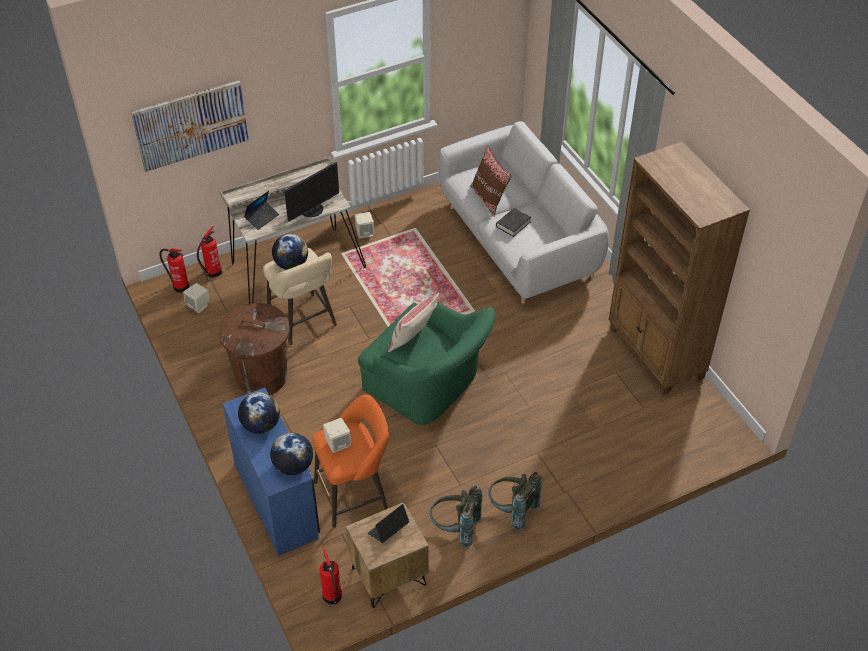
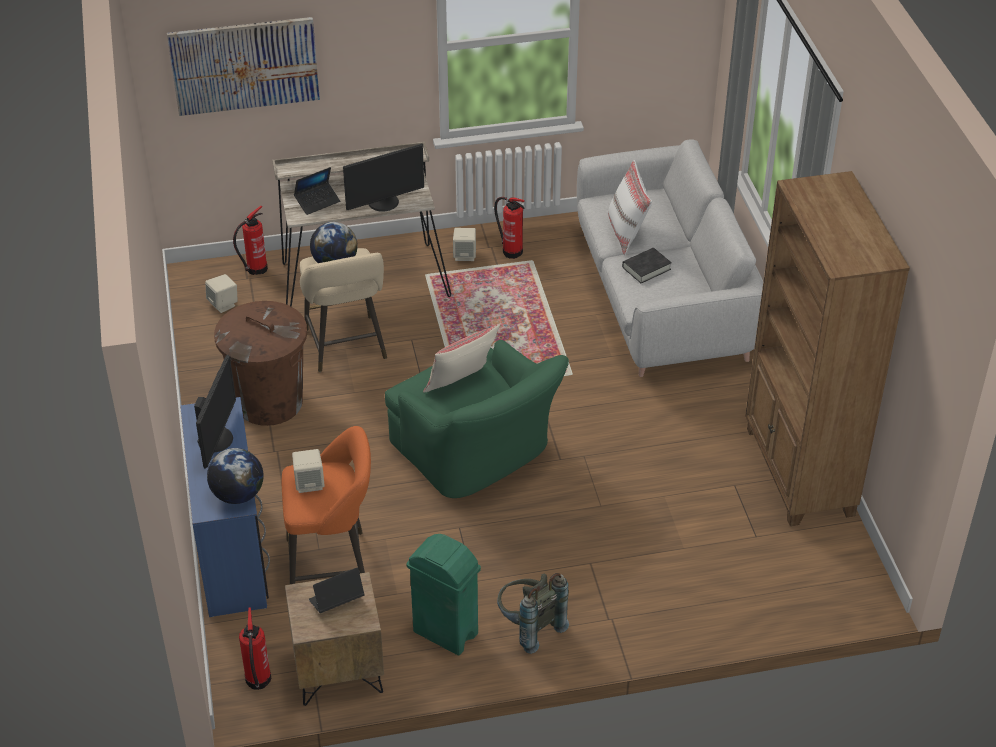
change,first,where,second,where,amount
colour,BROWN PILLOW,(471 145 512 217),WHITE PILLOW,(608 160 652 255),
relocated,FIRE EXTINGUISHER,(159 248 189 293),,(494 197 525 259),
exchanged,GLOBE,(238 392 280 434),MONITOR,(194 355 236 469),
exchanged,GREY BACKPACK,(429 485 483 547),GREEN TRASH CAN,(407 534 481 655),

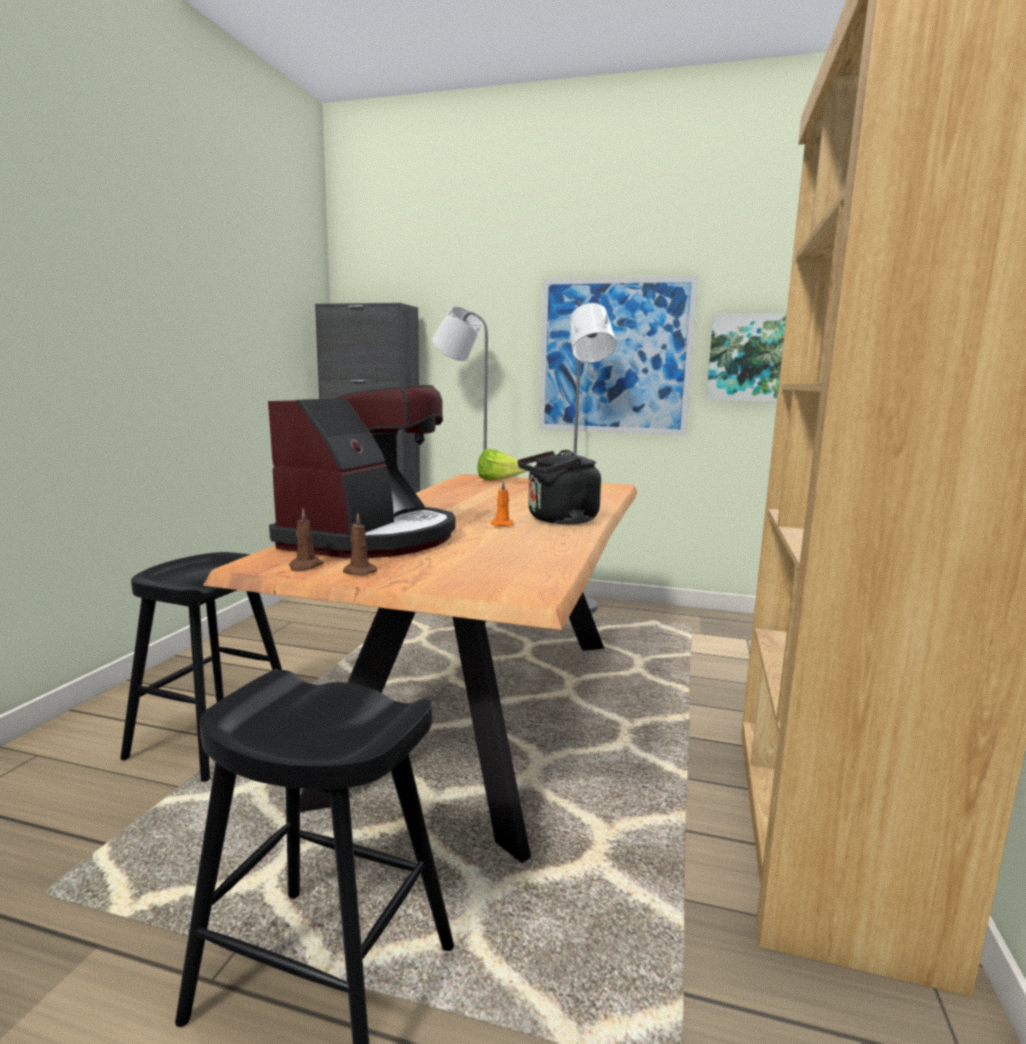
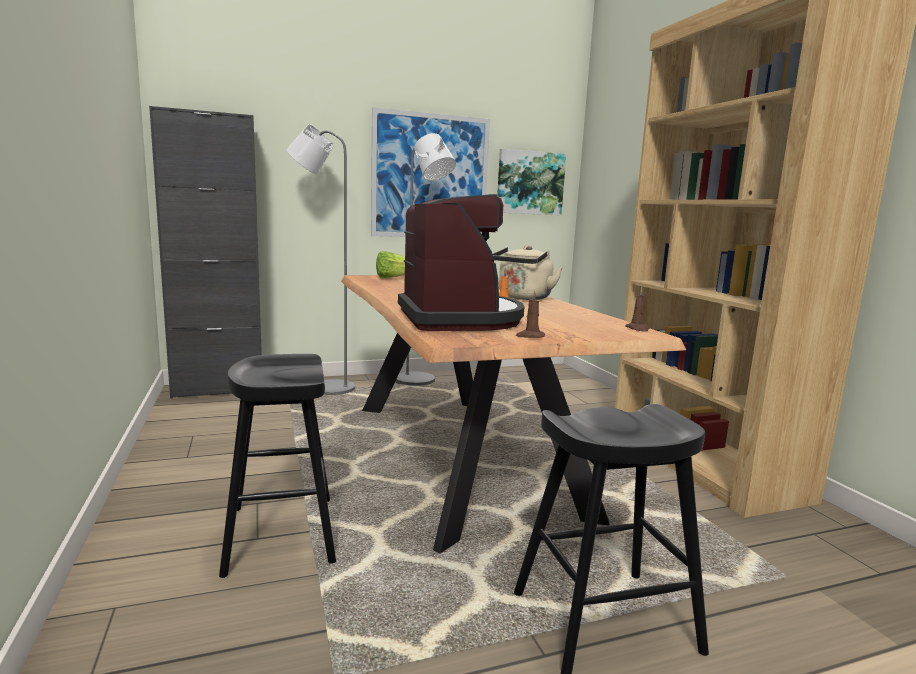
change,first,where,second,where,amount
colour,BLACK KETTLE,(517 450 601 524),BEIGE KETTLE,(493 246 562 300),
relocated,BROWN CANDLE,(289 508 324 572),,(625 288 649 332),

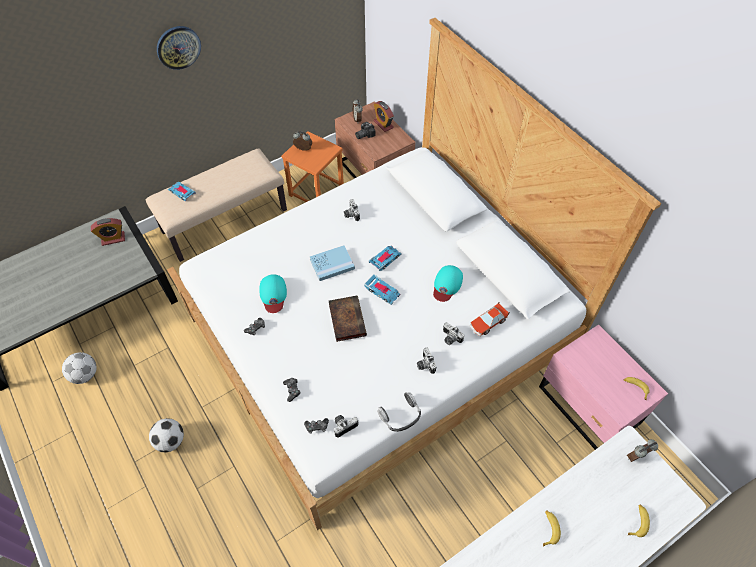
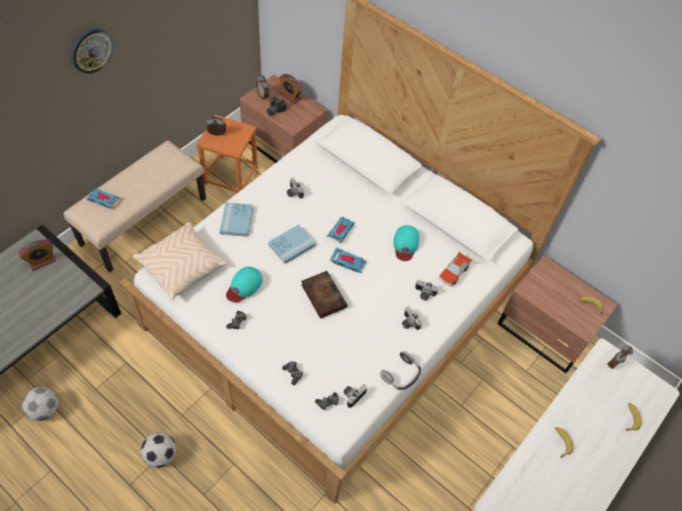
change,first,where,second,where,amount
spun,TURQUOISE CAP,(259 274 287 313),,(226 267 263 302),60 degrees clockwise
colour,PINK NIGHTSTAND,(539 324 668 450),BROWN NIGHTSTAND,(498 255 618 373),
appeared,,,BLUE BOOK,(220 202 253 237),
appeared,,,BEIGE PILLOW,(132 222 227 300),

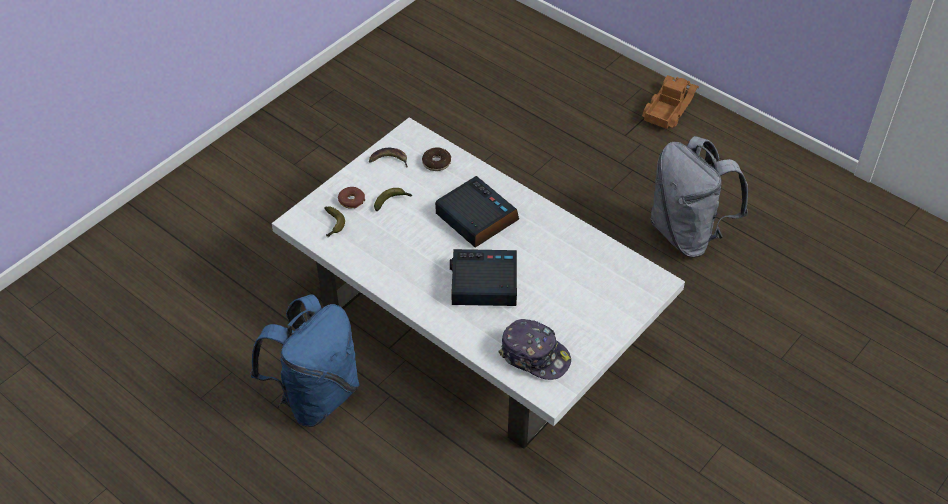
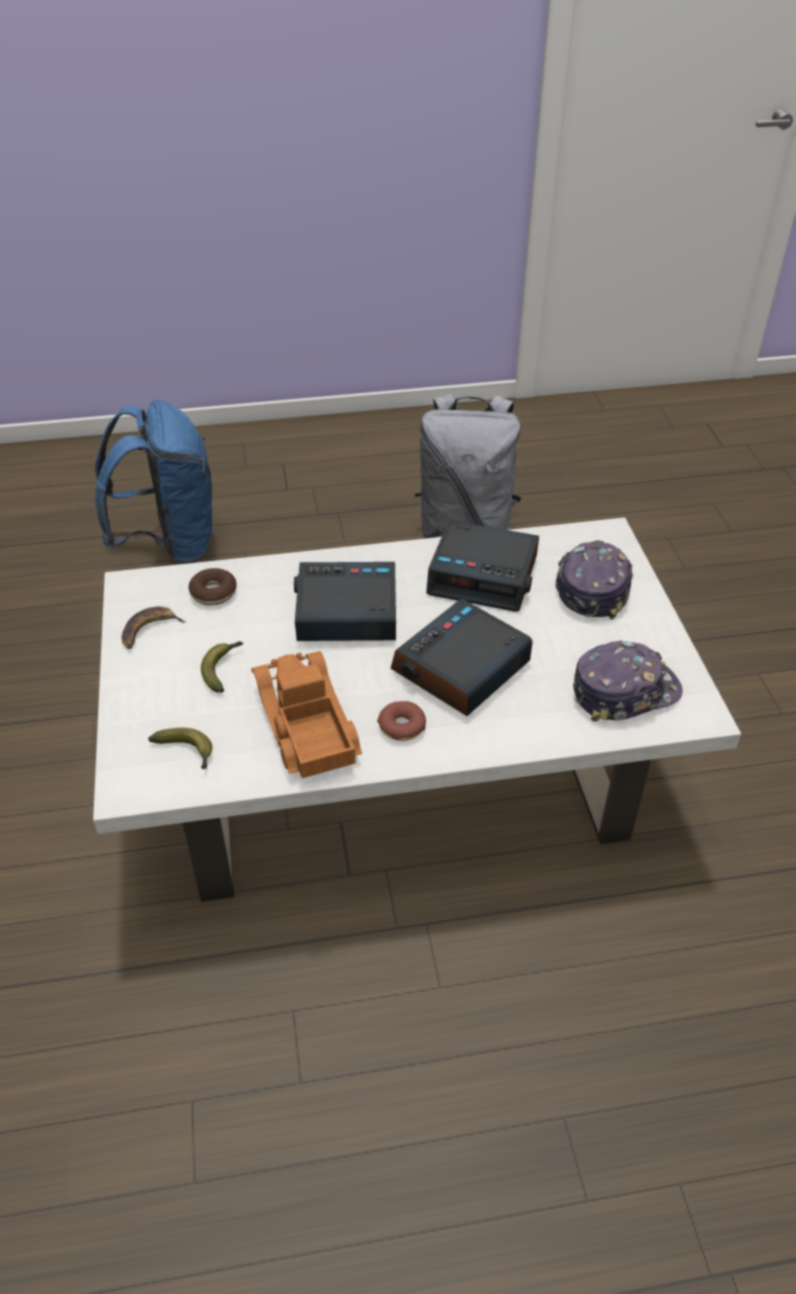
change,first,where,second,where,amount
relocated,TOY TRUCK,(642 75 699 129),,(252 651 362 778),
relocated,DONUT,(338 187 365 208),,(377 701 426 741),
relocated,BLUE BACKPACK,(250 294 360 427),,(95 400 215 565),
appeared,,,ALARM CLOCK,(426 520 539 612),
appeared,,,CAP,(555 540 633 620),

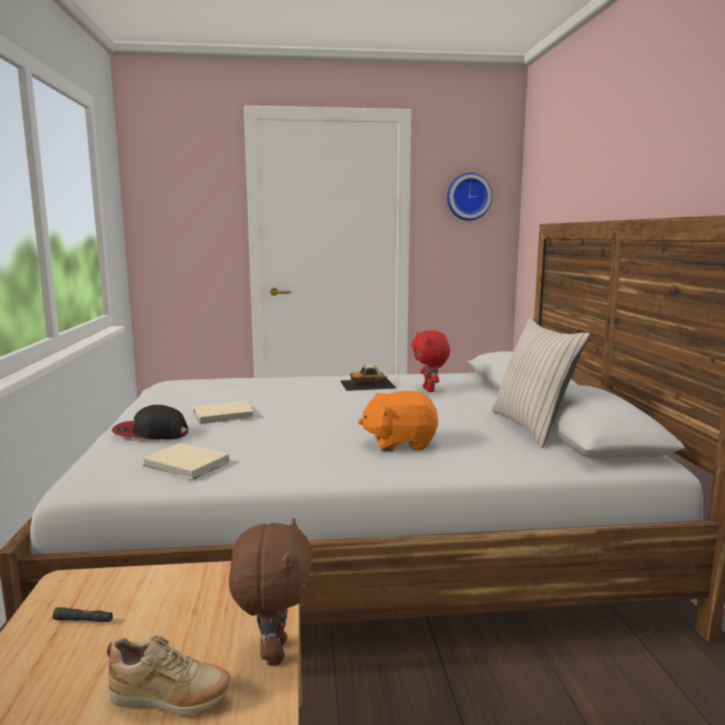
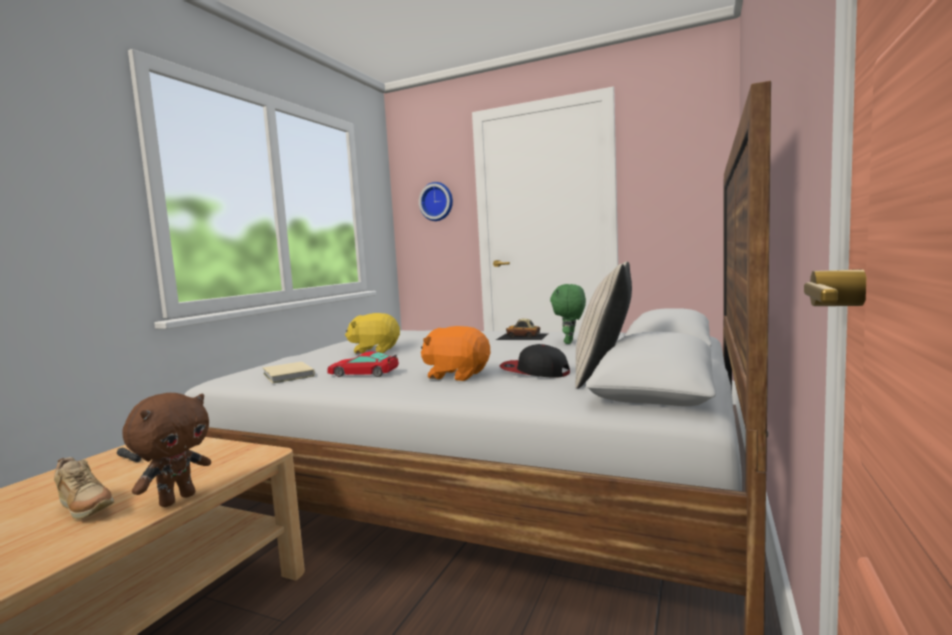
change,first,where,second,where,amount
relocated,WALL CLOCK,(447 173 492 221),,(419 182 453 221),
colour,RED PLUSH TOY,(412 330 450 392),GREEN PLUSH TOY,(550 284 586 344),
exchanged,BEIGE BOOK,(194 401 254 424),YELLOW PLUSH TOY,(345 313 400 354),
relocated,CAP,(111 405 188 440),,(499 344 570 378),
appeared,,,TOY CAR,(328 352 399 377),

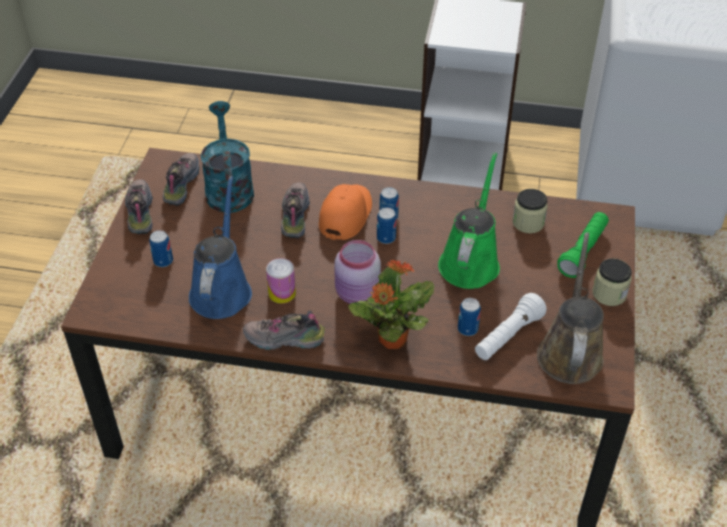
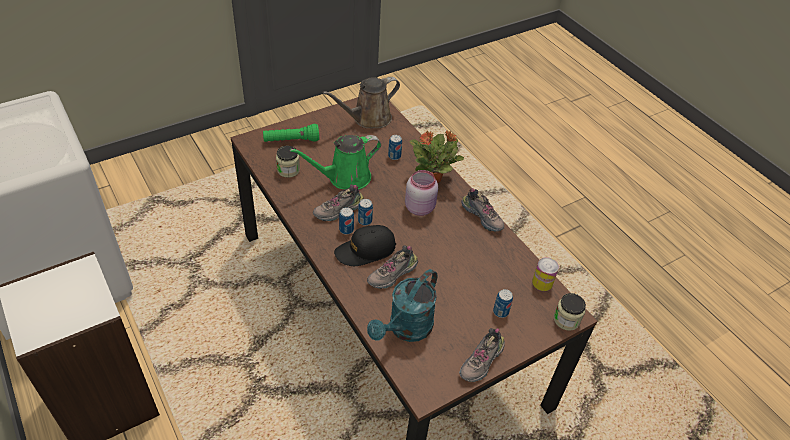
change,first,where,second,where,amount
relocated,SHOE,(163 153 199 206),,(313 184 364 221),
missing,BLUE WATERING CAN,(189 176 252 319),,,
colour,ORANGE CAP,(319 184 372 240),BLACK CAP,(334 225 396 266),
relocated,CAN,(266 258 296 304),,(532 257 559 291),
relocated,JAR,(592 258 632 306),,(553 293 586 331),
missing,WHITE FLASHLIGHT,(475 293 547 360),,,

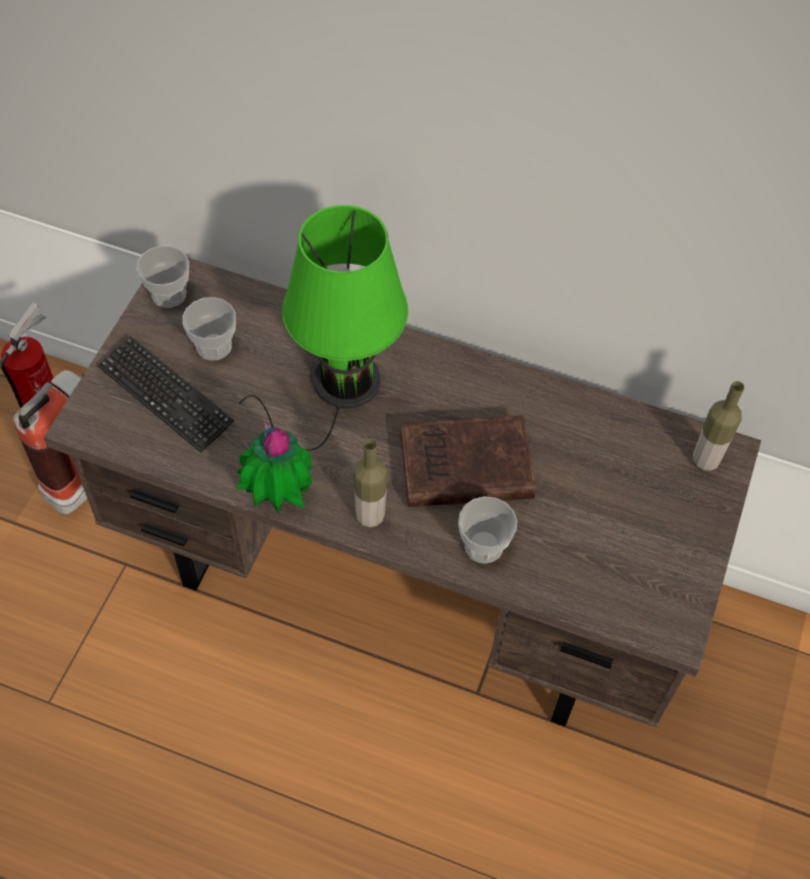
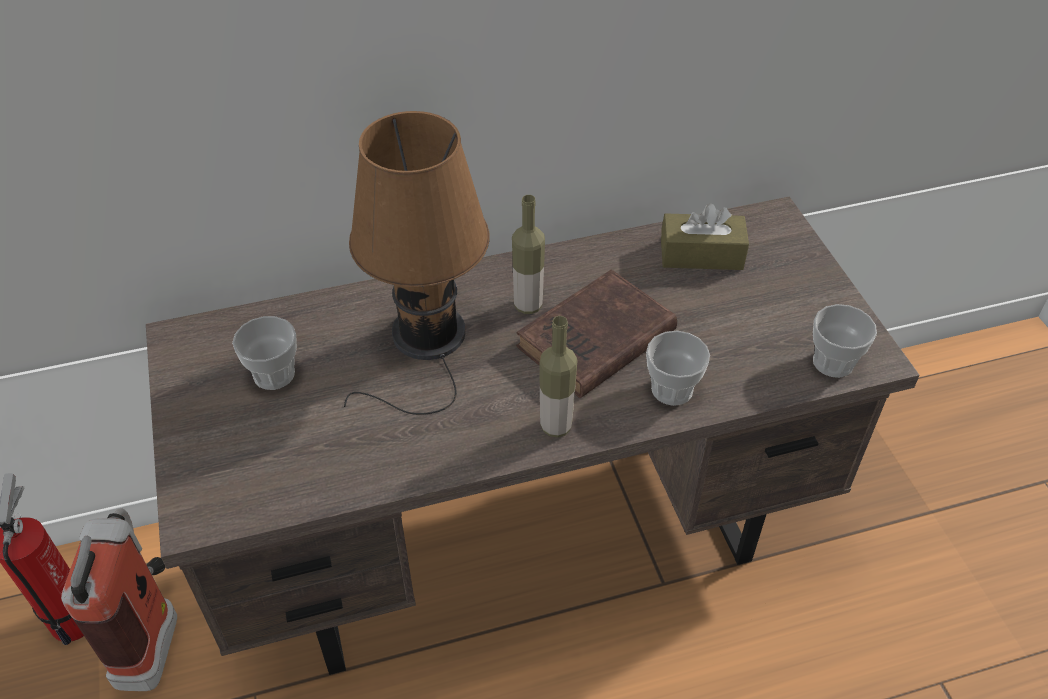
change,first,where,second,where,amount
colour,GREEN TABLE LAMP,(239 205 408 451),BROWN TABLE LAMP,(344 111 490 415),
relocated,CUP,(136 246 189 308),,(813 304 877 378),
missing,KEYBOARD,(97 336 234 452),,,
relocated,BOTTLE,(693 381 744 472),,(512 195 545 314),
missing,POTTED PLANT,(236 423 313 513),,,
appeared,,,BROWN TISSUE BOX,(661 203 749 270),

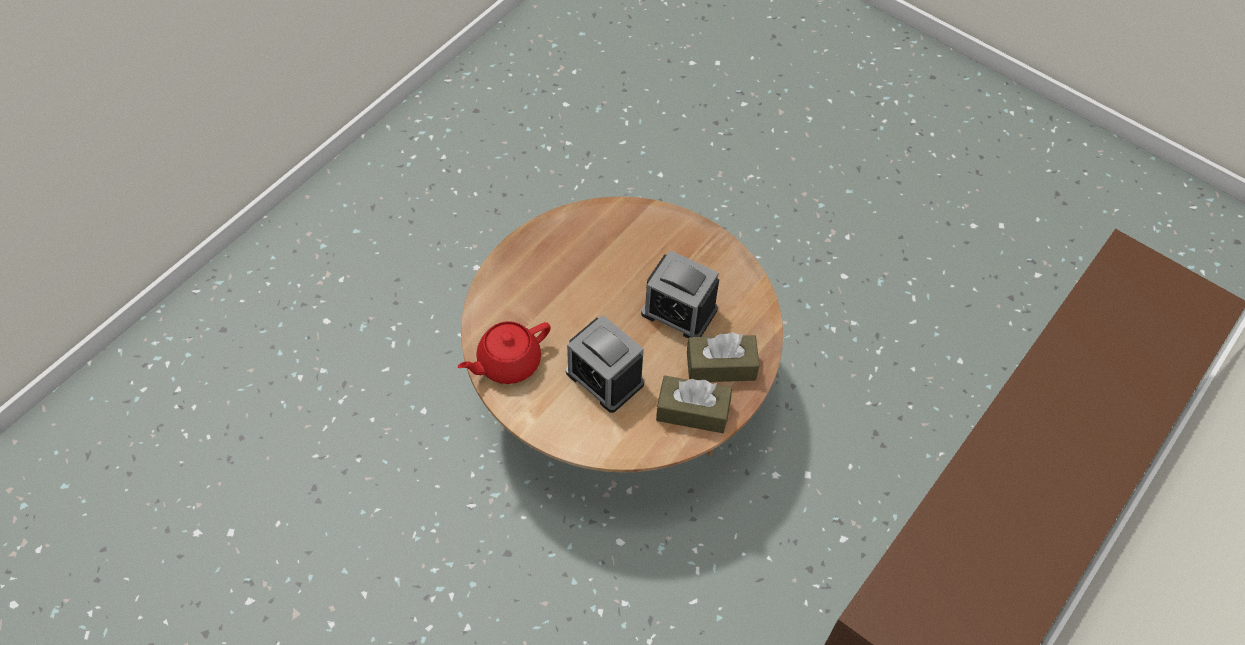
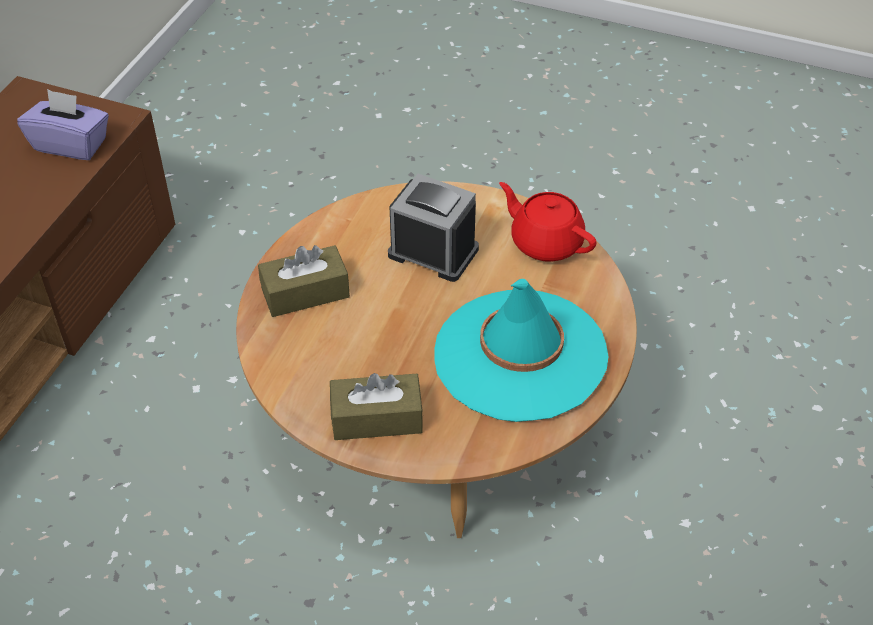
change,first,where,second,where,amount
missing,ALARM CLOCK,(641 250 719 338),,,
spun,RED TEAPOT,(458 321 551 384),,(499 182 597 262),90 degrees counterclockwise
relocated,BROWN TISSUE BOX,(656 376 732 433),,(330 373 423 440),
appeared,,,PURPLE TISSUE BOX,(17 89 109 160),
appeared,,,TURQUOISE HAT,(435 279 609 422),

